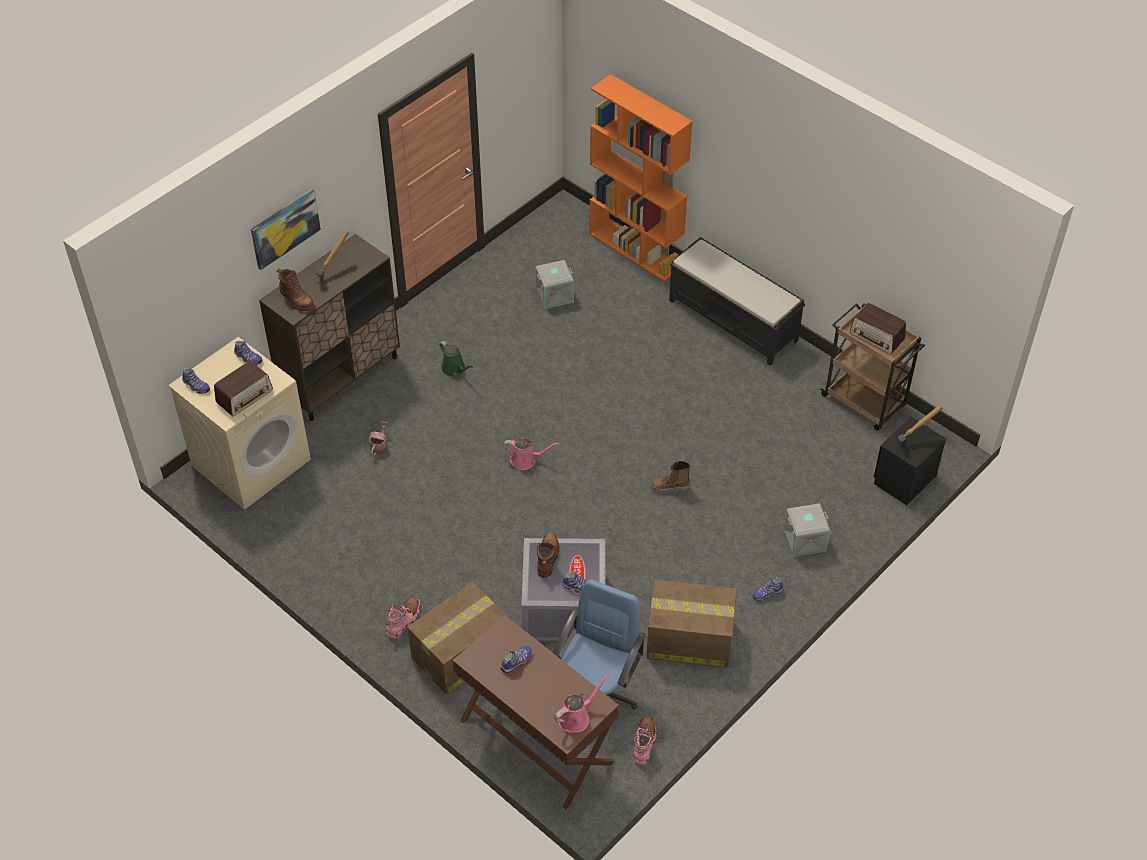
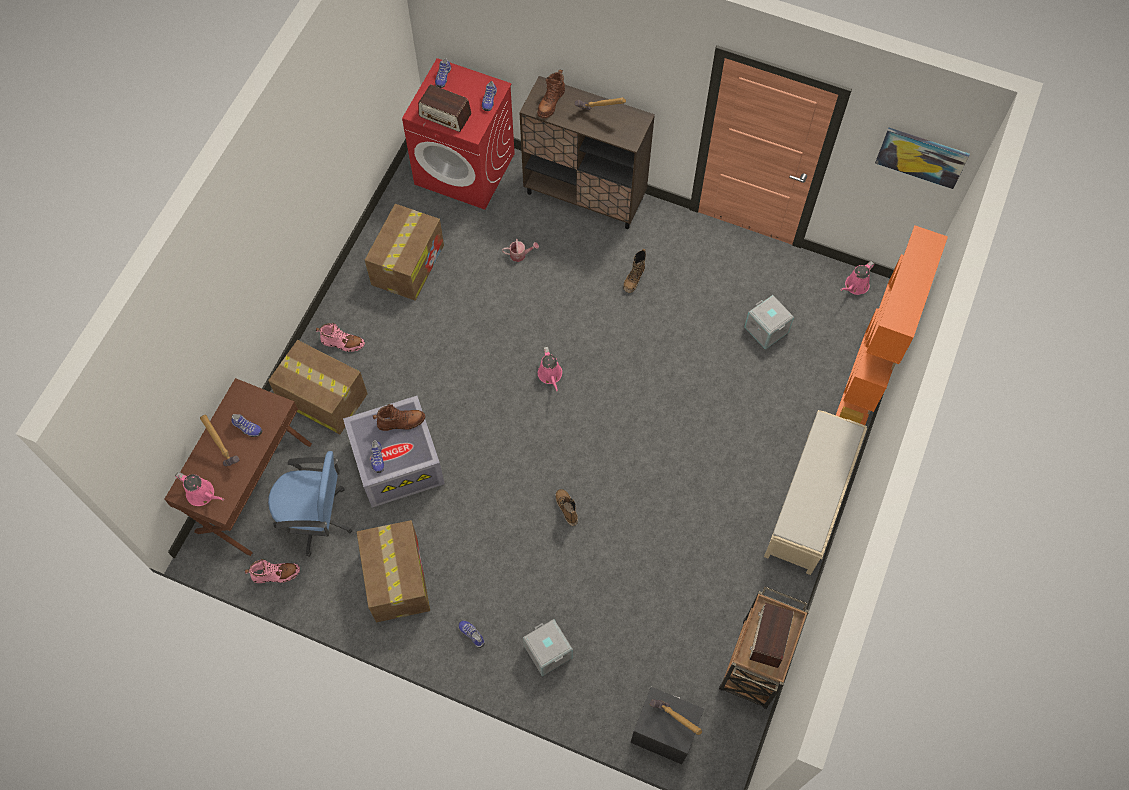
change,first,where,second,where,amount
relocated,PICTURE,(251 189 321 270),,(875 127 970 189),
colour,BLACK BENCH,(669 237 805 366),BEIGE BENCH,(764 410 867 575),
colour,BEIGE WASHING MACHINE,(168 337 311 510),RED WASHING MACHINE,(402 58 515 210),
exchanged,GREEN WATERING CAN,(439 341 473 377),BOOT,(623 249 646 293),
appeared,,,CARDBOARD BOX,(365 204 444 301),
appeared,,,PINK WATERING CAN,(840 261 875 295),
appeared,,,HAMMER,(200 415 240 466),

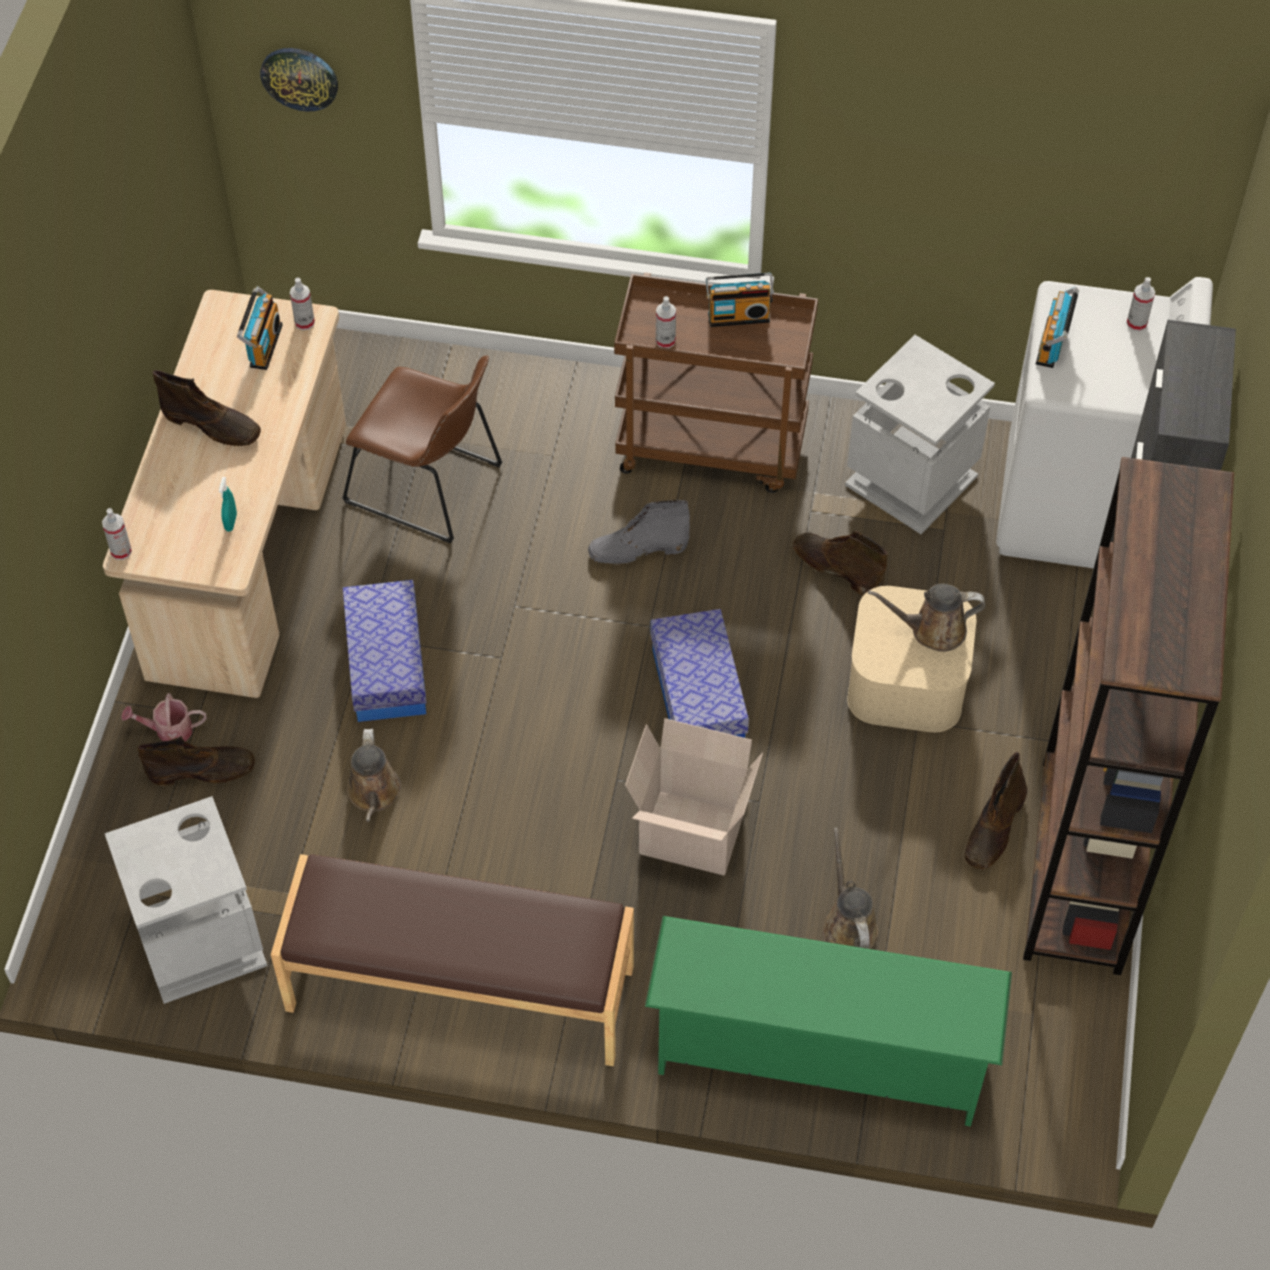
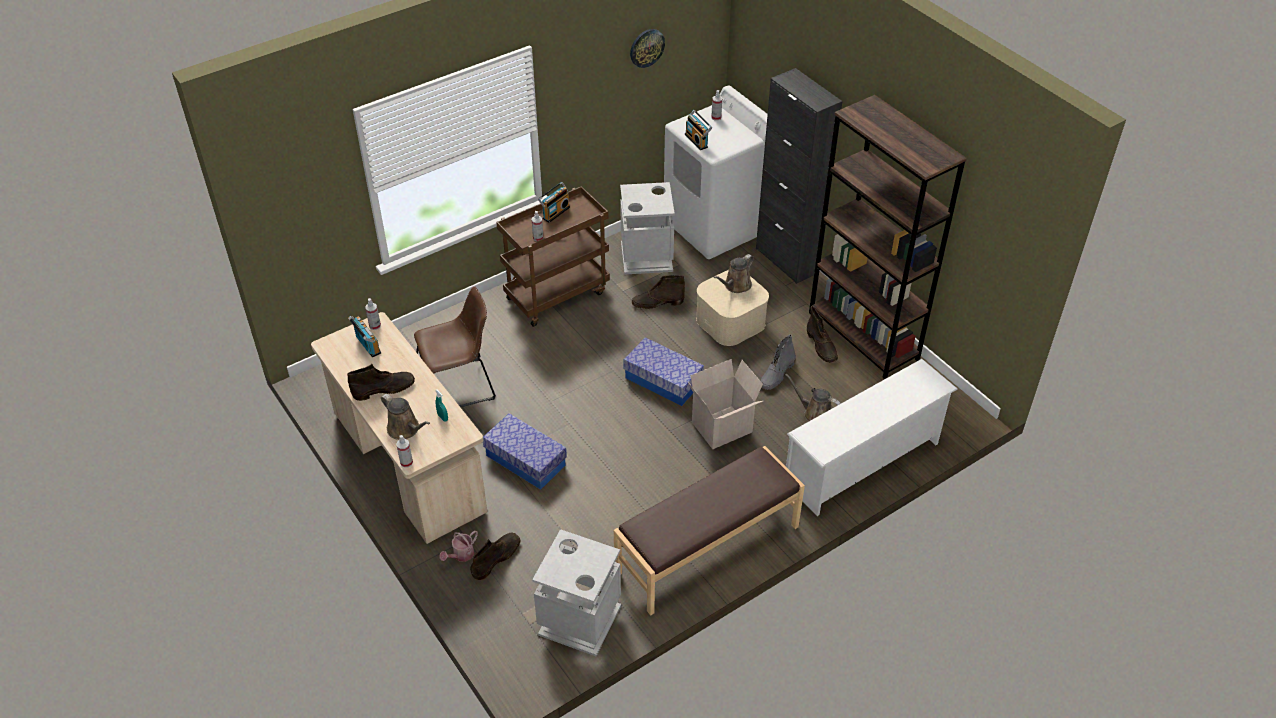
change,first,where,second,where,amount
relocated,WALL CLOCK,(260 48 338 111),,(630 29 665 68),
relocated,GREY BOOT,(588 500 690 565),,(760 334 796 390),
relocated,BROWN WATERING CAN,(347 729 401 822),,(381 394 430 440),
colour,GREEN SHOE RACK,(645 916 1012 1126),WHITE SHOE RACK,(786 359 958 516),

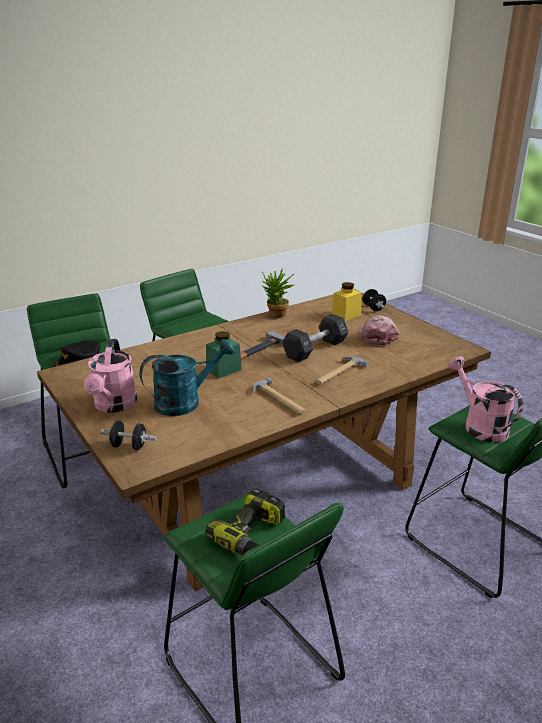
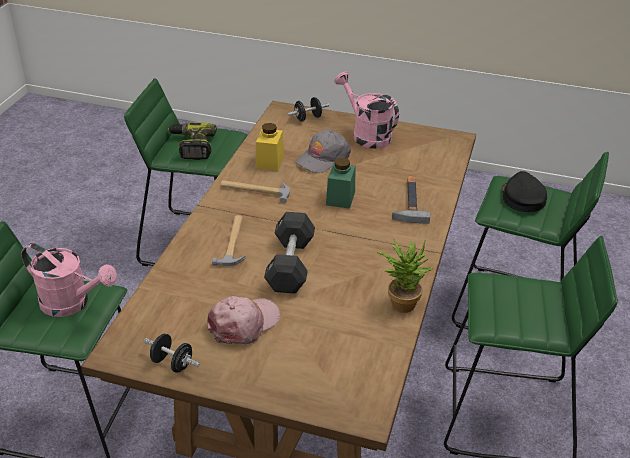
change,first,where,second,where,amount
relocated,YELLOW JAR,(332 282 361 321),,(256 123 284 171),
relocated,BLACK DUMBBELL,(363 289 386 311),,(144 333 200 373),
spun,PINK CAP,(358 315 399 346),,(207 296 280 345),90 degrees counterclockwise
relocated,HAMMER,(240 331 285 360),,(392 176 430 224),
exchanged,TURQUOISE WATERING CAN,(140 339 235 416),GREY CAP,(295 130 351 173),

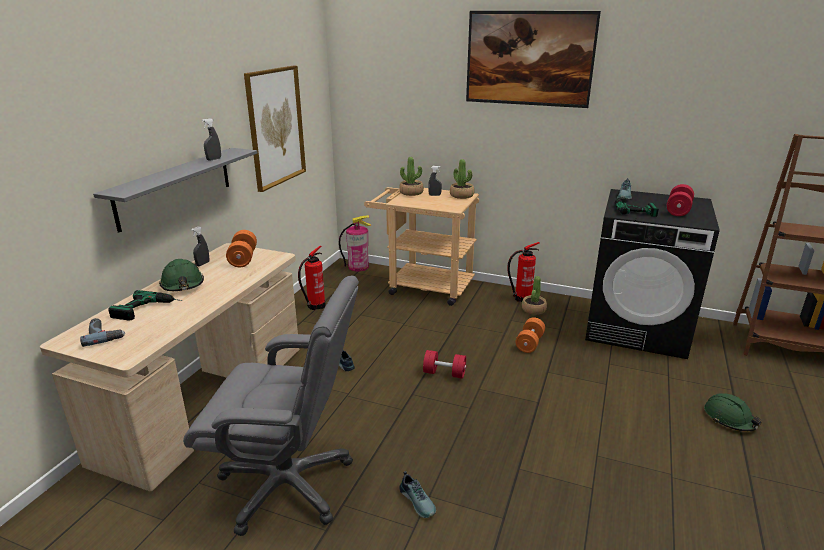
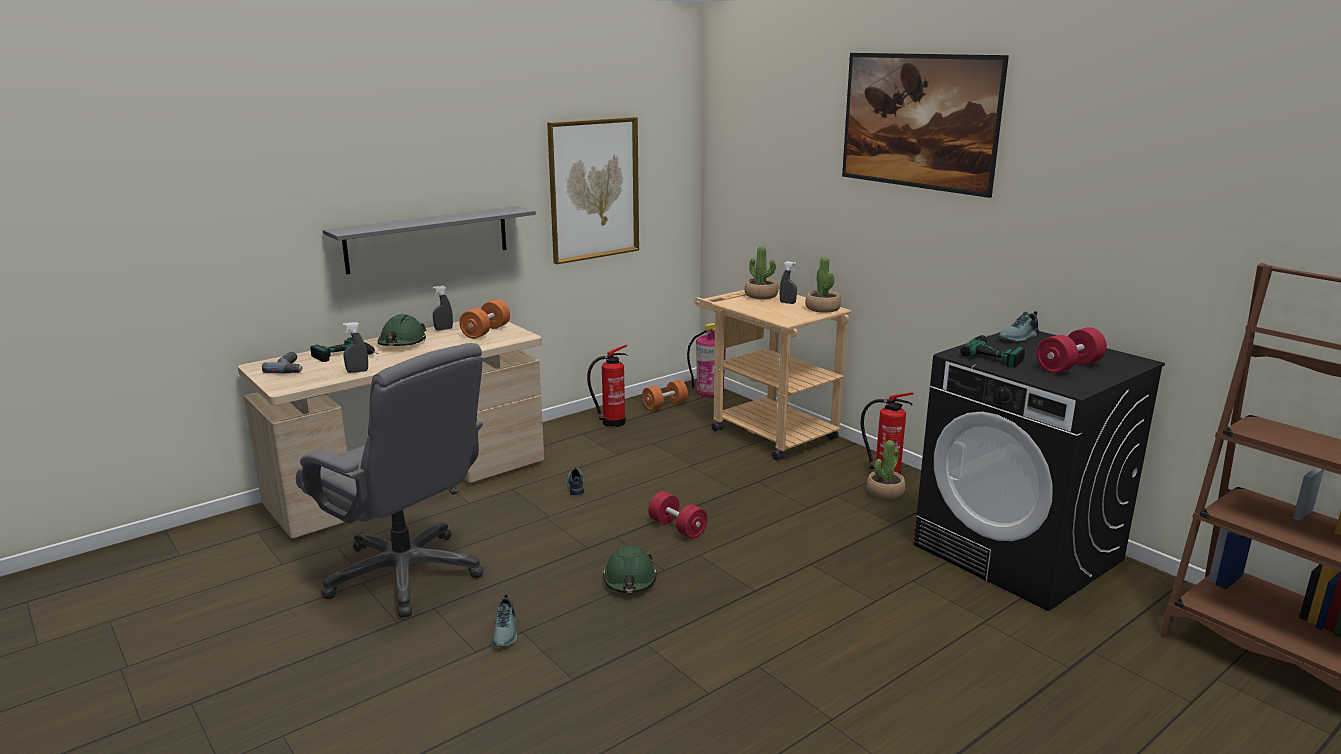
change,first,where,second,where,amount
relocated,GREY SPRAY BOTTLE,(202 118 221 161),,(343 322 368 373),
relocated,ORANGE DUMBBELL,(516 317 545 353),,(642 380 688 410),
relocated,GREEN HARD HAT,(704 393 762 431),,(603 545 657 593),

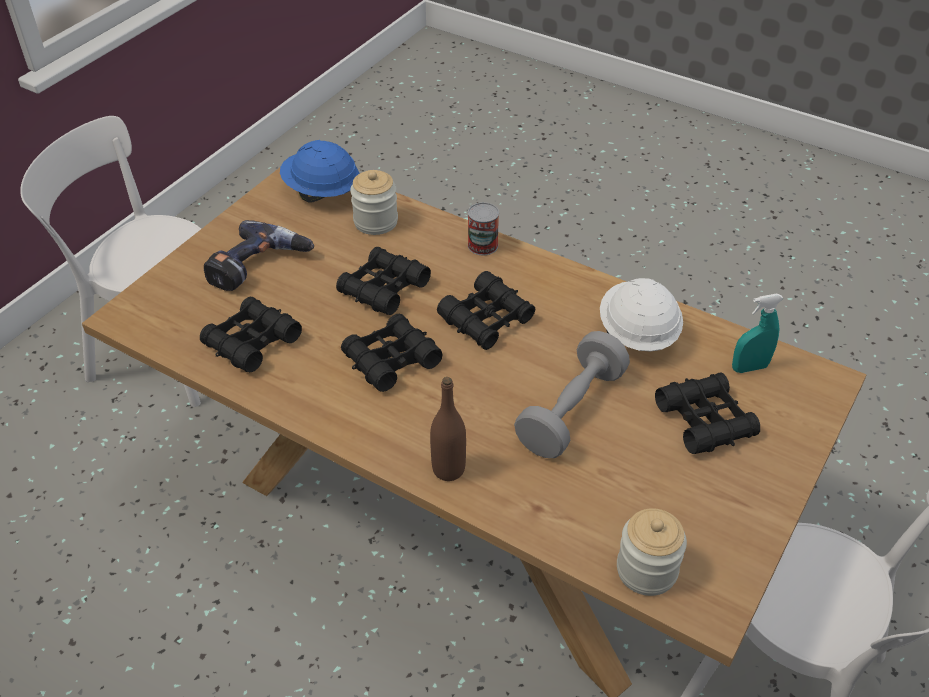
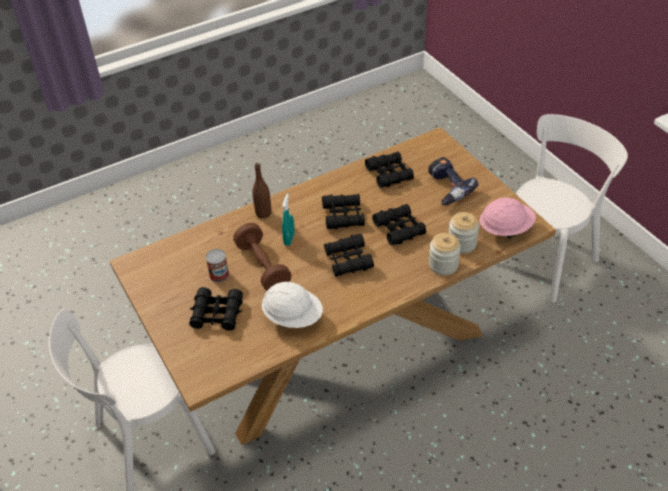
change,first,where,second,where,amount
colour,BLUE HARD HAT,(280 140 360 203),PINK HARD HAT,(480 198 536 239),
relocated,CAN,(468 202 499 255),,(206 249 229 283),
relocated,TURQUOISE SPRAY BOTTLE,(732 294 784 373),,(282 193 295 246),
colour,GREY DUMBBELL,(514 331 630 458),BROWN DUMBBELL,(233 223 292 291),
relocated,JAR,(617 508 687 596),,(429 233 461 275),

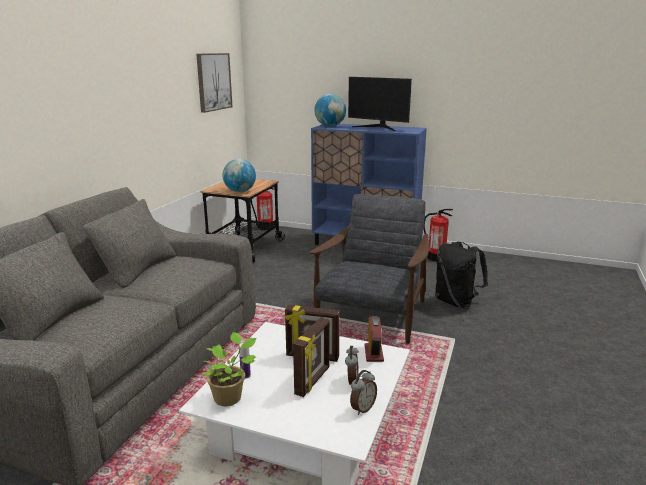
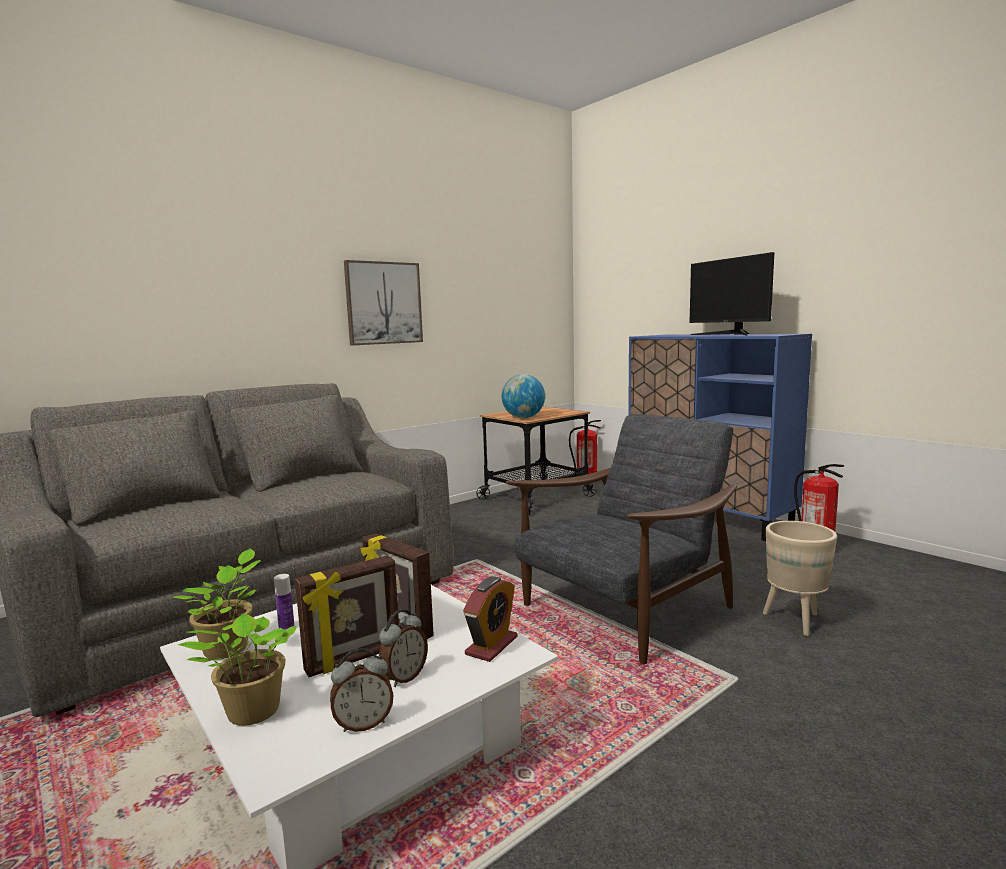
change,first,where,second,where,amount
relocated,PICTURE,(196 53 233 113),,(344 260 423 345),
missing,GLOBE,(314 94 346 127),,,
exchanged,BLACK BACKPACK,(435 242 488 309),BEIGE PLANTER,(763 521 837 636),
appeared,,,POTTED PLANT,(179 614 297 726),

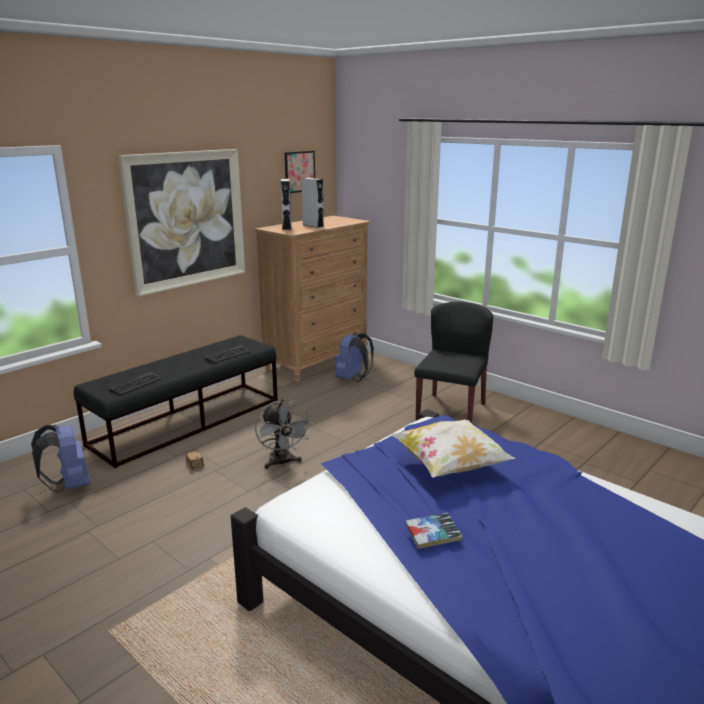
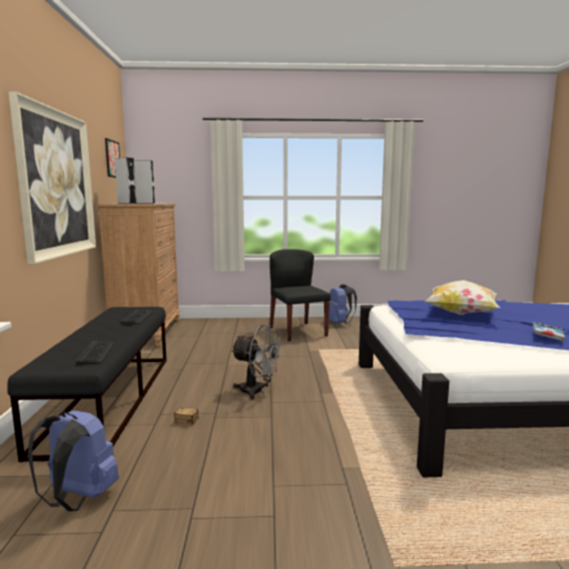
change,first,where,second,where,amount
relocated,BLUE BACKPACK,(335 332 374 382),,(329 284 357 324),

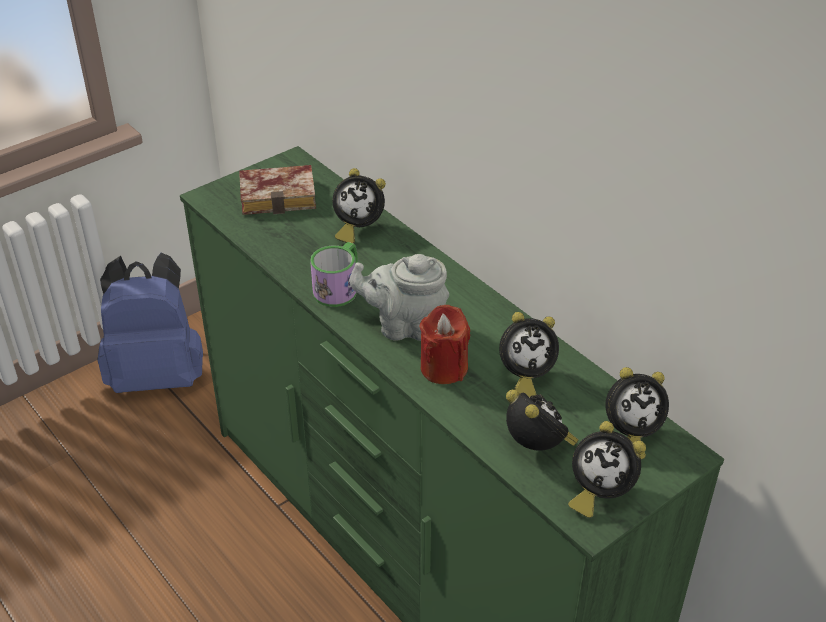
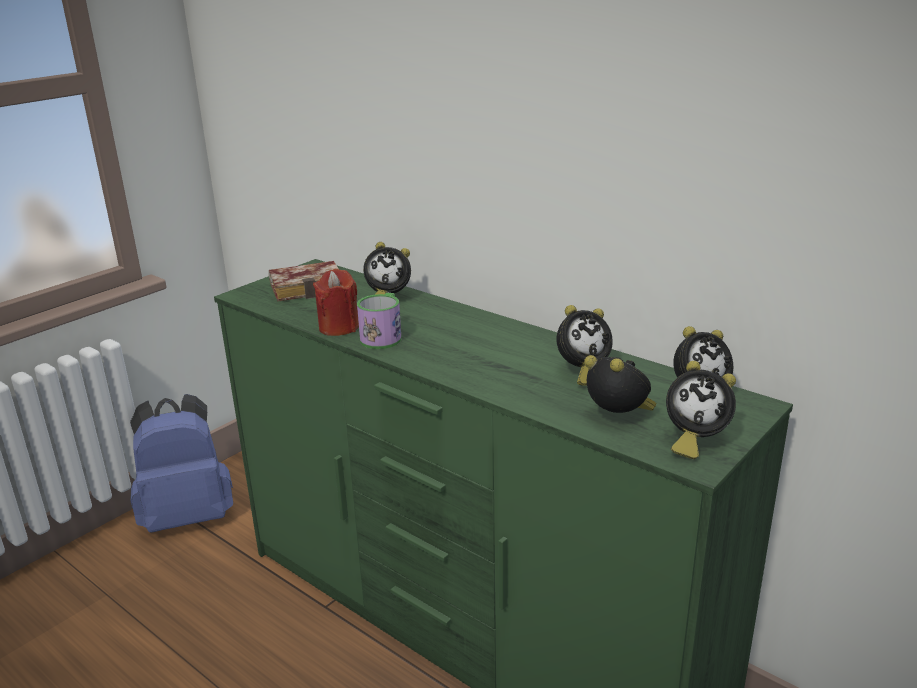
change,first,where,second,where,amount
missing,GREY TEAPOT,(349 254 449 341),,,
relocated,RED CANDLE,(419 305 470 384),,(313 269 359 336),

